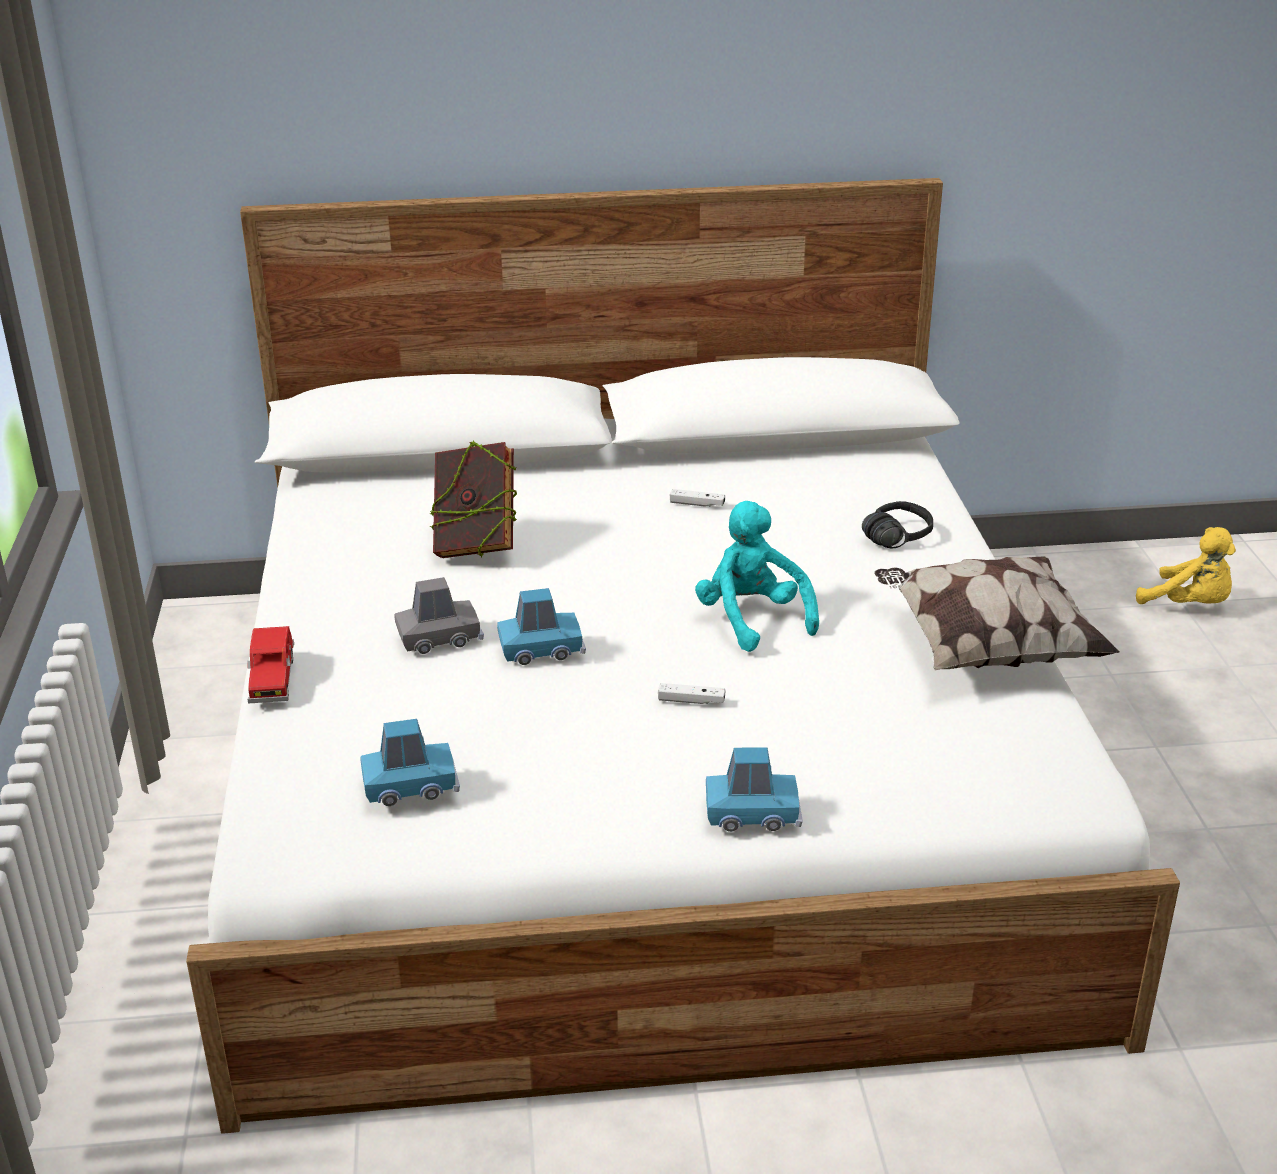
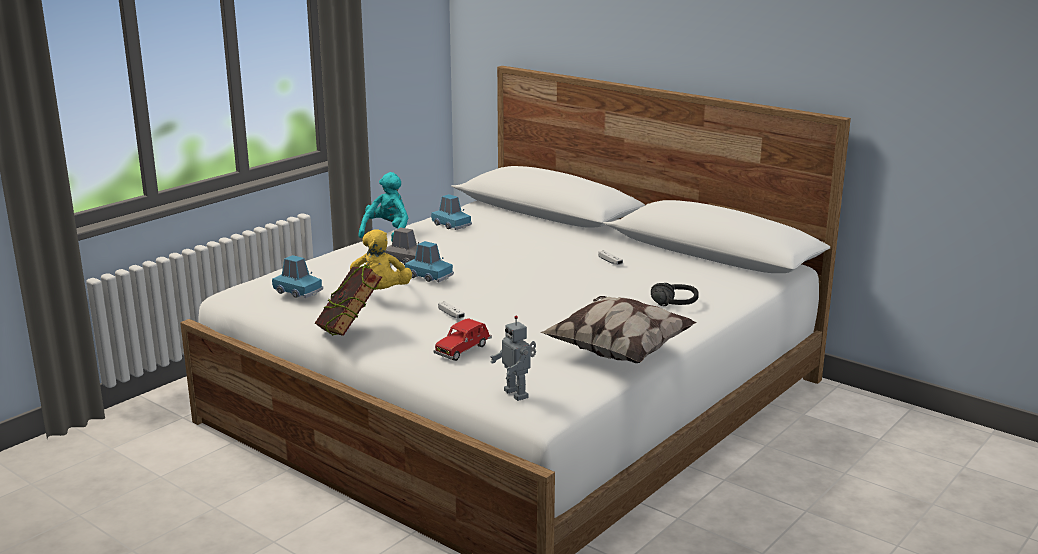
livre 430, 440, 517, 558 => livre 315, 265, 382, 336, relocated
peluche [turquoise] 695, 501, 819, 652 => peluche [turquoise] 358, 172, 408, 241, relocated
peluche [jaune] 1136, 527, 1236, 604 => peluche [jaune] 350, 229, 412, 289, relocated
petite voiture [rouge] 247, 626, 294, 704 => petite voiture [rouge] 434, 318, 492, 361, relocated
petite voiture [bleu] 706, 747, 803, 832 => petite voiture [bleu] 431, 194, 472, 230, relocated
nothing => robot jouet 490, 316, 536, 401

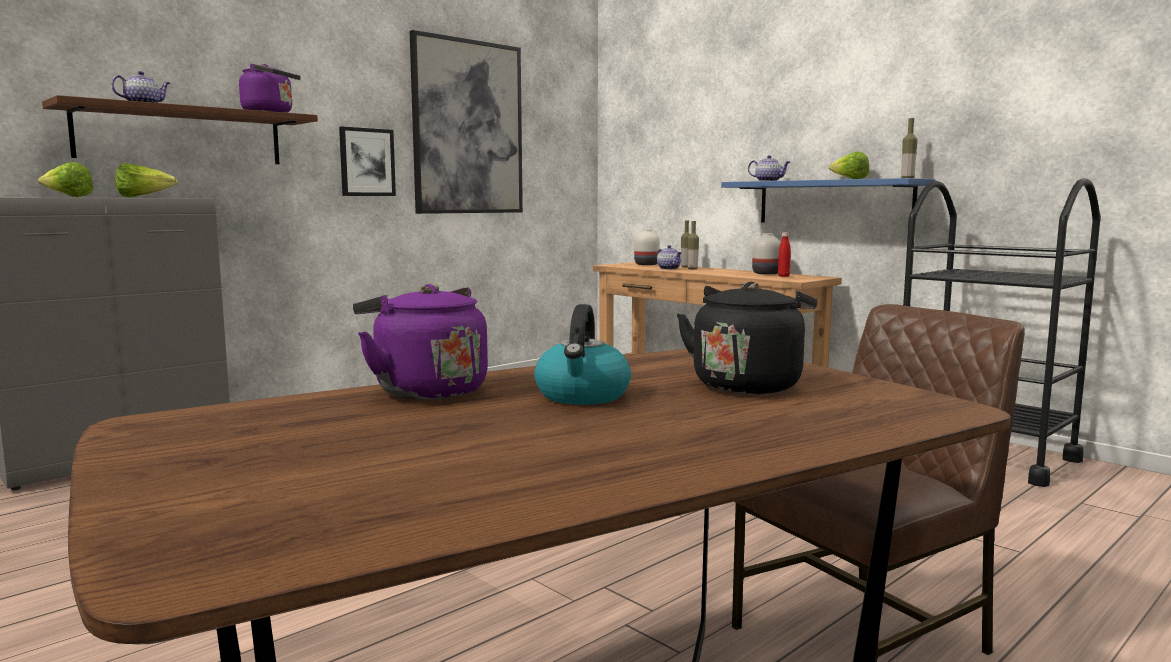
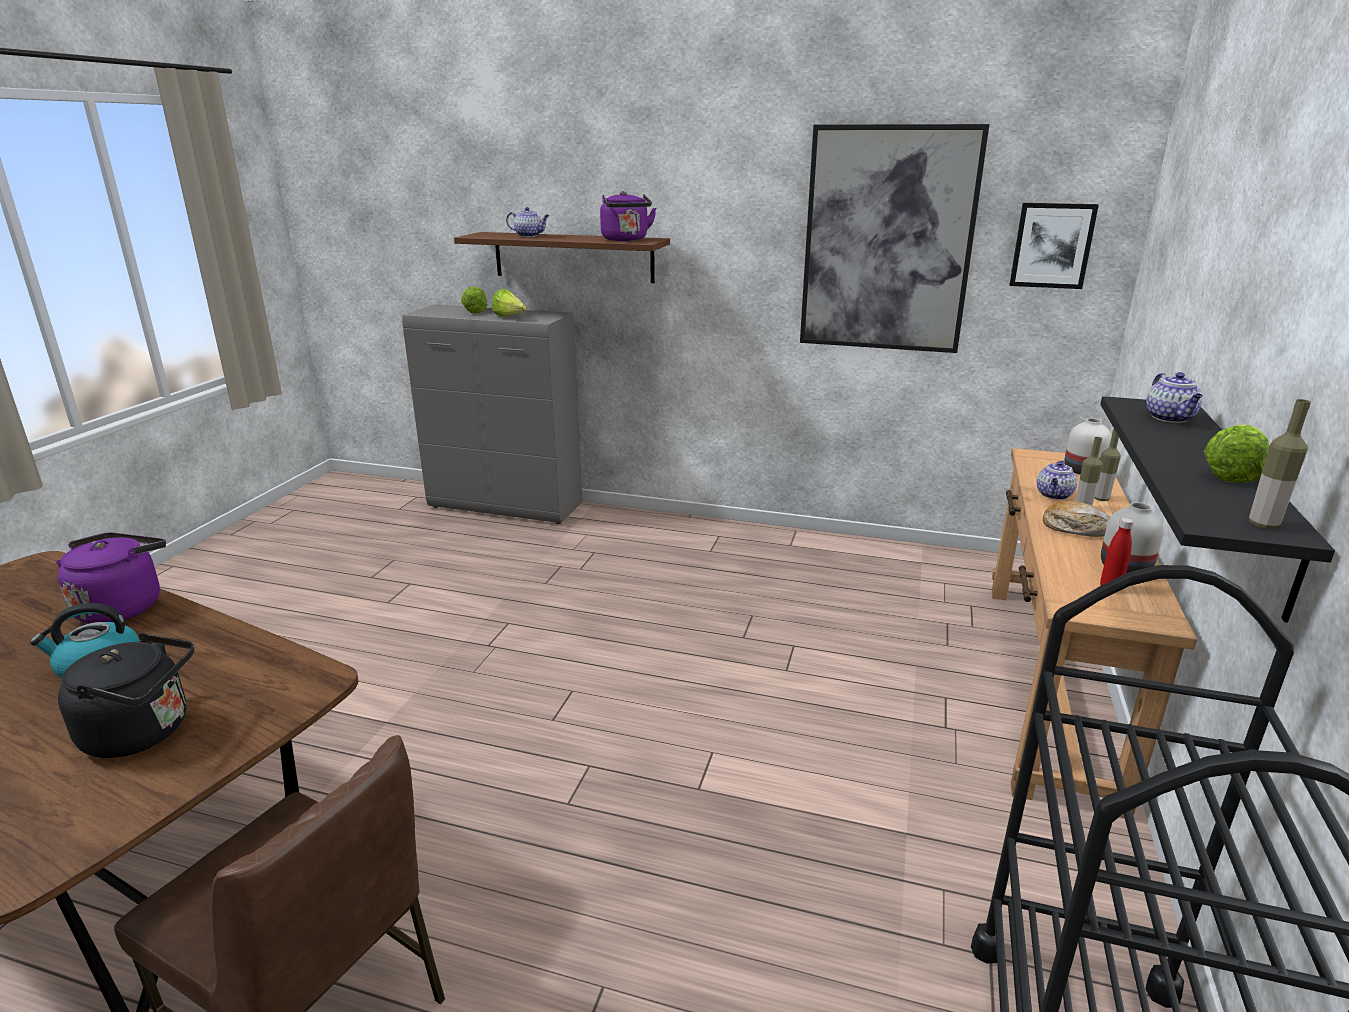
tableau 339, 126, 396, 196 => tableau 1009, 203, 1099, 289, relocated
étagère [bleu] 721, 178, 935, 223 => étagère [noir] 1100, 396, 1335, 623
nothing => pain 1043, 501, 1110, 537

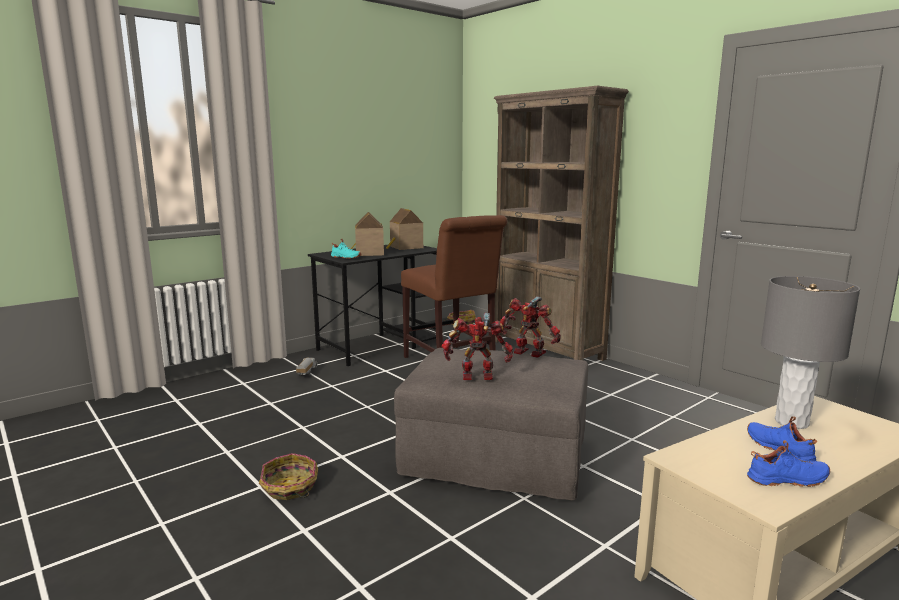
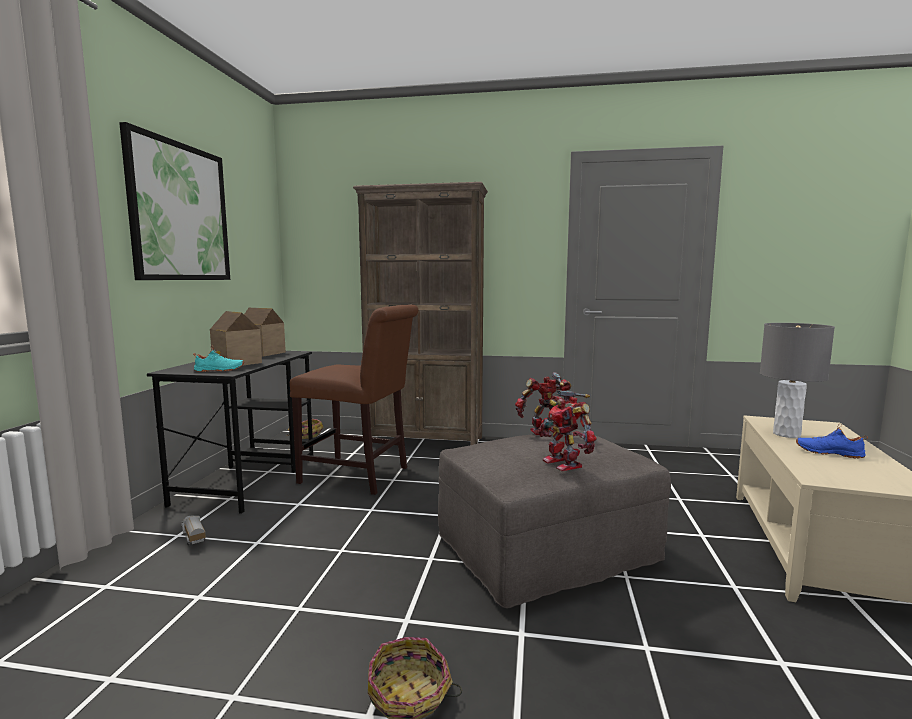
robot jouet 442, 313, 513, 380 => robot jouet 538, 390, 596, 471, 75 degrees counterclockwise
chaussure [bleu] 747, 440, 830, 487 => nothing
nothing => tableau 119, 122, 230, 280

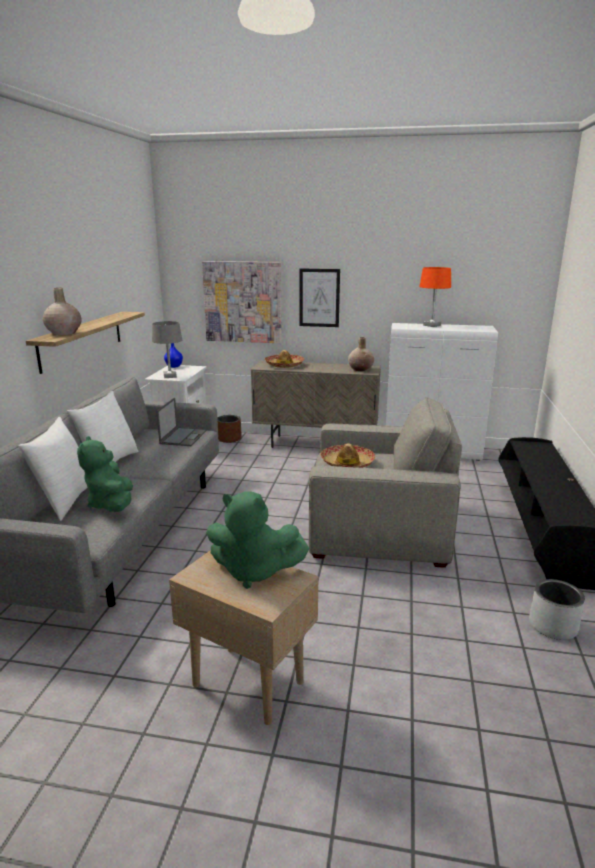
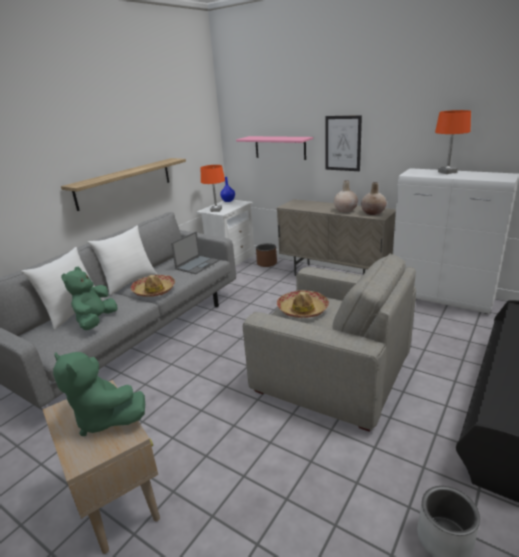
tableau 202, 261, 282, 343 => étagère [rose] 236, 136, 313, 160
vase [beige] 43, 288, 82, 335 => vase [beige] 334, 180, 358, 212, relocated
lampe de table [gris] 152, 321, 182, 378 => lampe de table [orange] 201, 165, 225, 212
chapeau 264, 350, 304, 368 => chapeau 131, 275, 175, 297, relocated

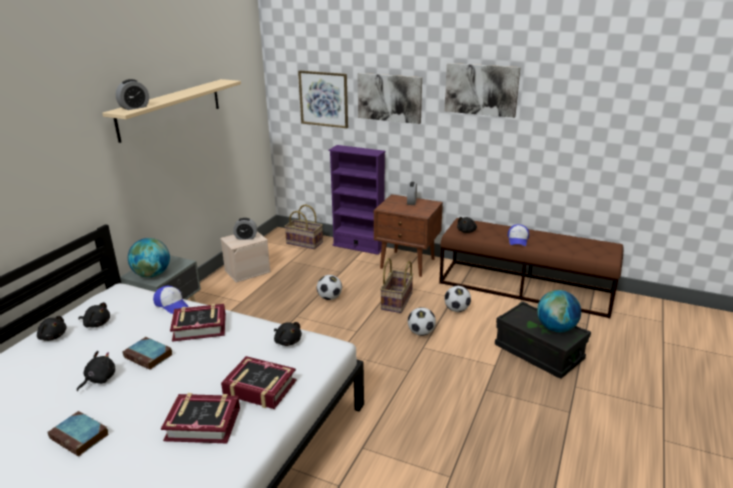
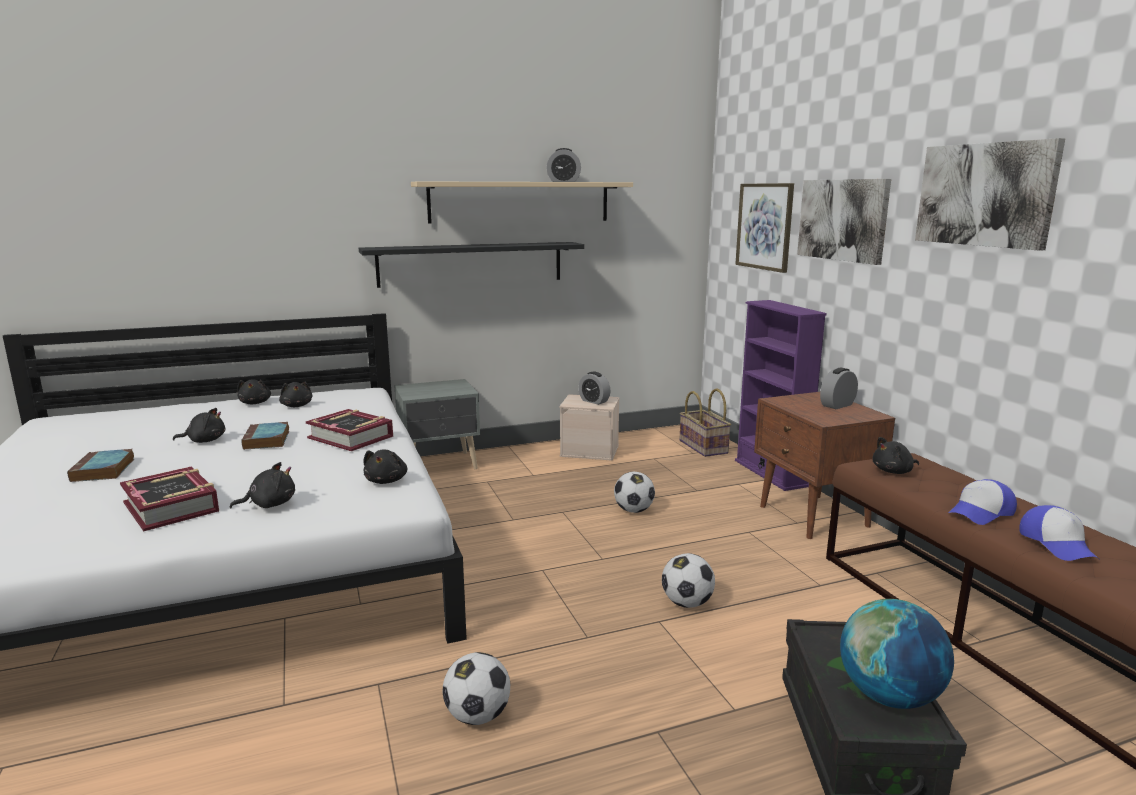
réveil 116, 79, 149, 110 => réveil 546, 148, 581, 182, relocated
globe 128, 238, 170, 278 => nothing
panier 380, 258, 413, 313 => nothing
casquette 153, 286, 189, 314 => casquette 1019, 505, 1099, 561, relocated
ballon de foot 445, 286, 471, 312 => ballon de foot 443, 652, 510, 725, relocated
livre 221, 356, 296, 409 => peluche [noir] 230, 462, 295, 508
nothing => étagère [noir] 359, 242, 584, 288

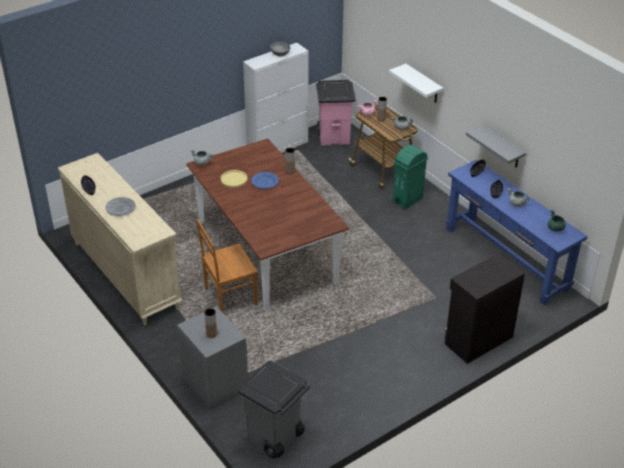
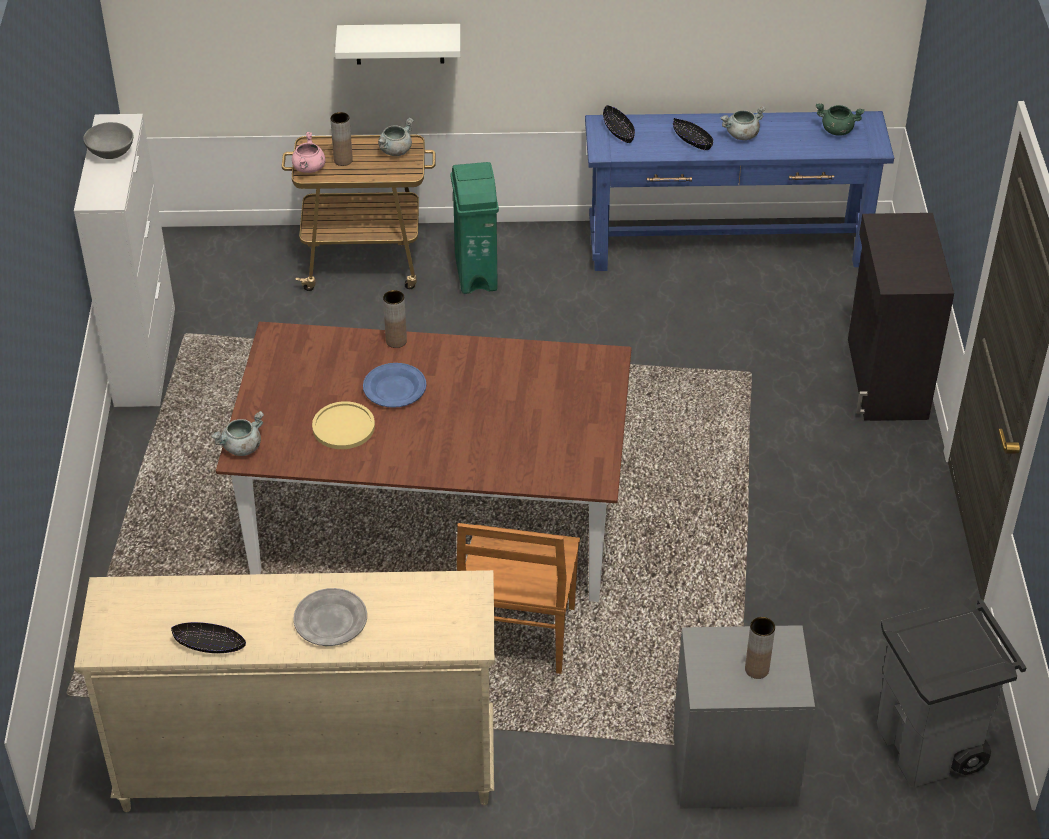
poubelle [rose] 316, 80, 356, 146 => nothing
étagère [gris] 466, 125, 526, 168 => nothing

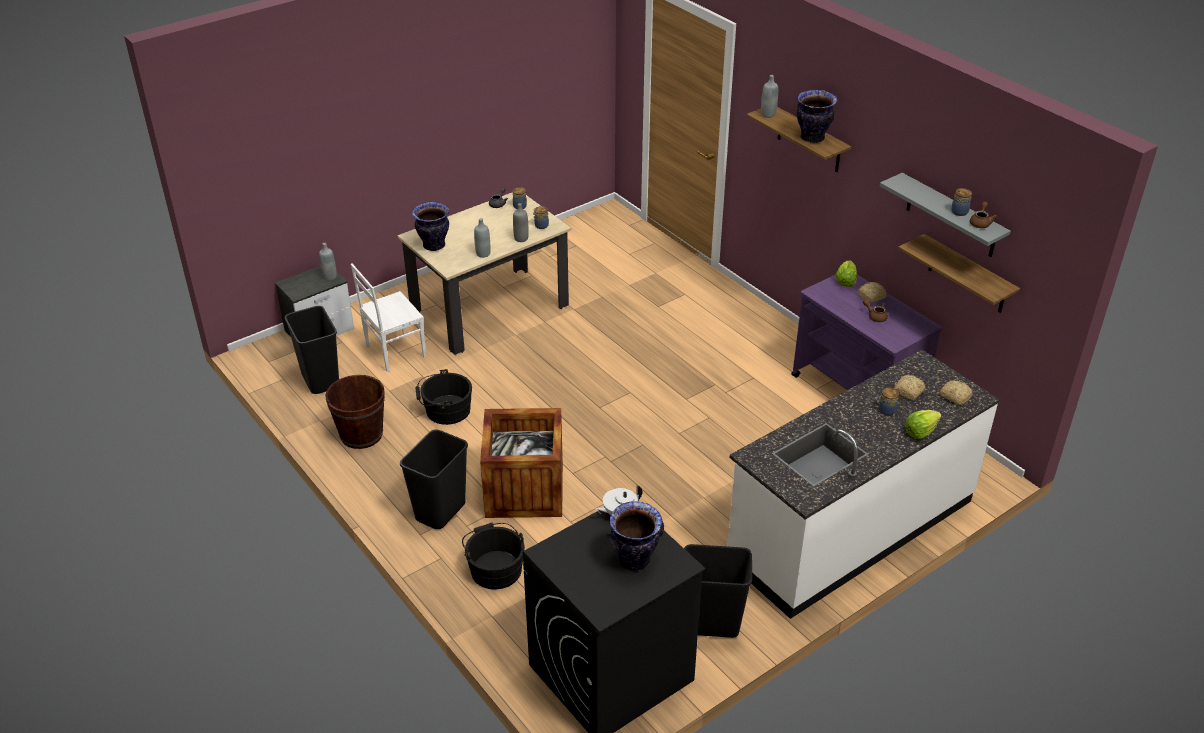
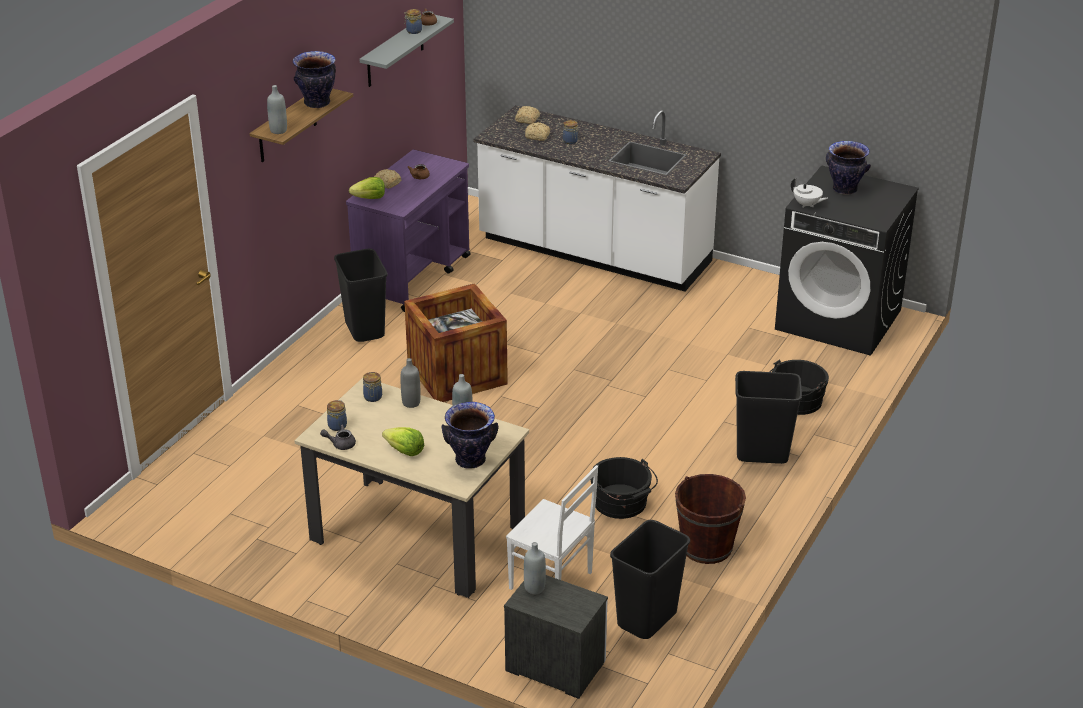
étagère 898, 234, 1020, 313 => nothing
caisse 480, 408, 563, 518 => caisse 404, 283, 508, 402, relocated
laitue 905, 410, 941, 439 => laitue 382, 427, 425, 456, relocated
poubelle [noir] 684, 544, 752, 638 => poubelle [noir] 334, 249, 387, 342, relocated

